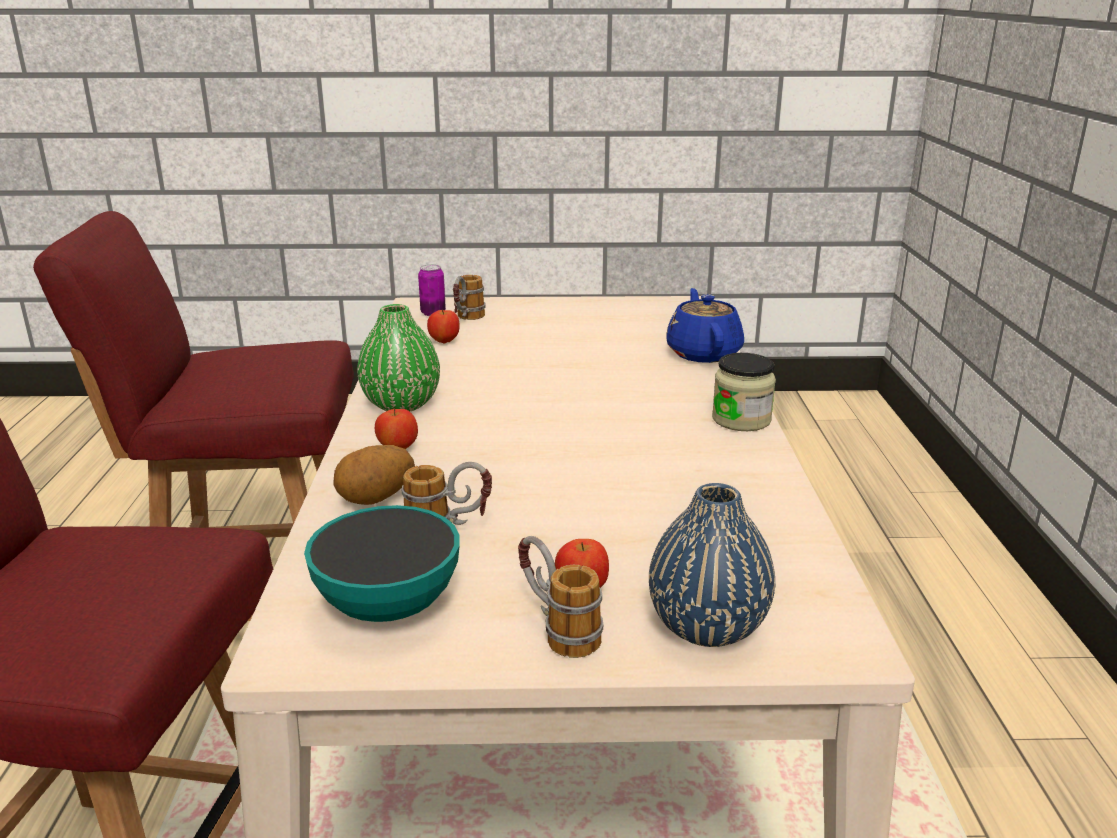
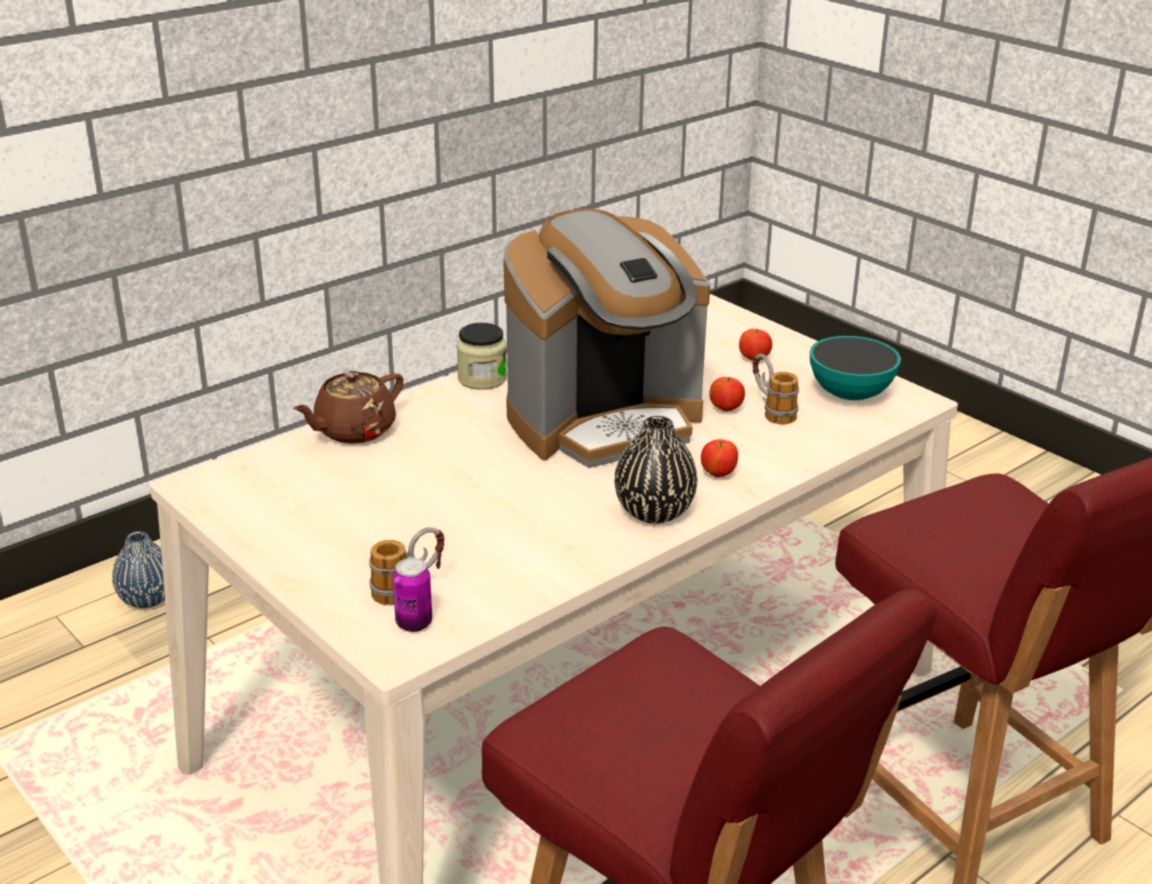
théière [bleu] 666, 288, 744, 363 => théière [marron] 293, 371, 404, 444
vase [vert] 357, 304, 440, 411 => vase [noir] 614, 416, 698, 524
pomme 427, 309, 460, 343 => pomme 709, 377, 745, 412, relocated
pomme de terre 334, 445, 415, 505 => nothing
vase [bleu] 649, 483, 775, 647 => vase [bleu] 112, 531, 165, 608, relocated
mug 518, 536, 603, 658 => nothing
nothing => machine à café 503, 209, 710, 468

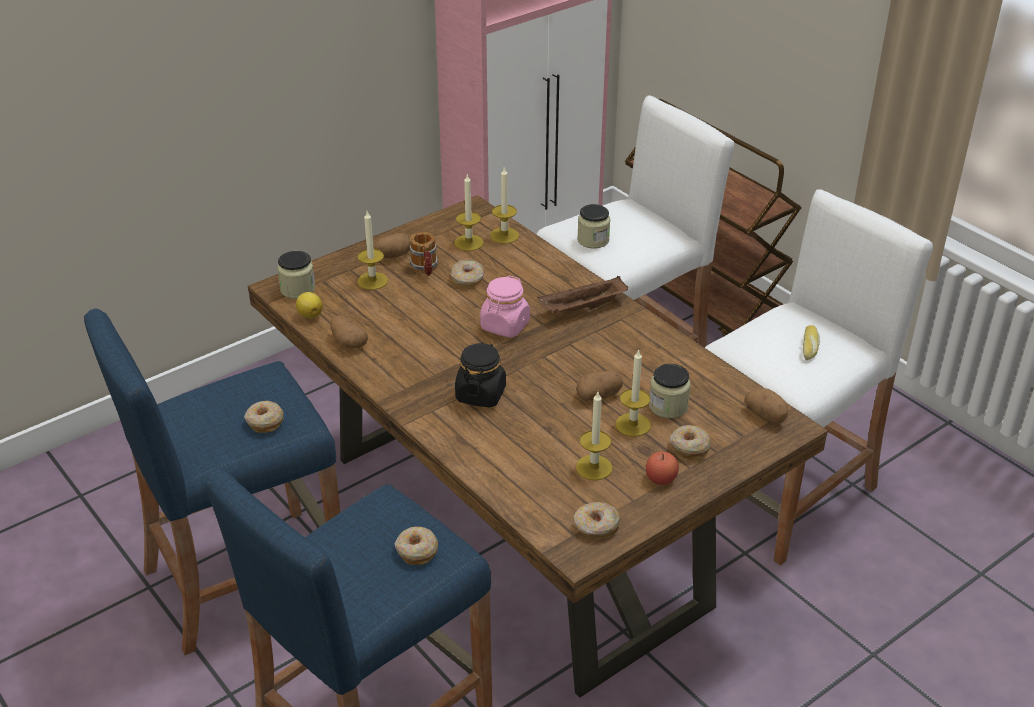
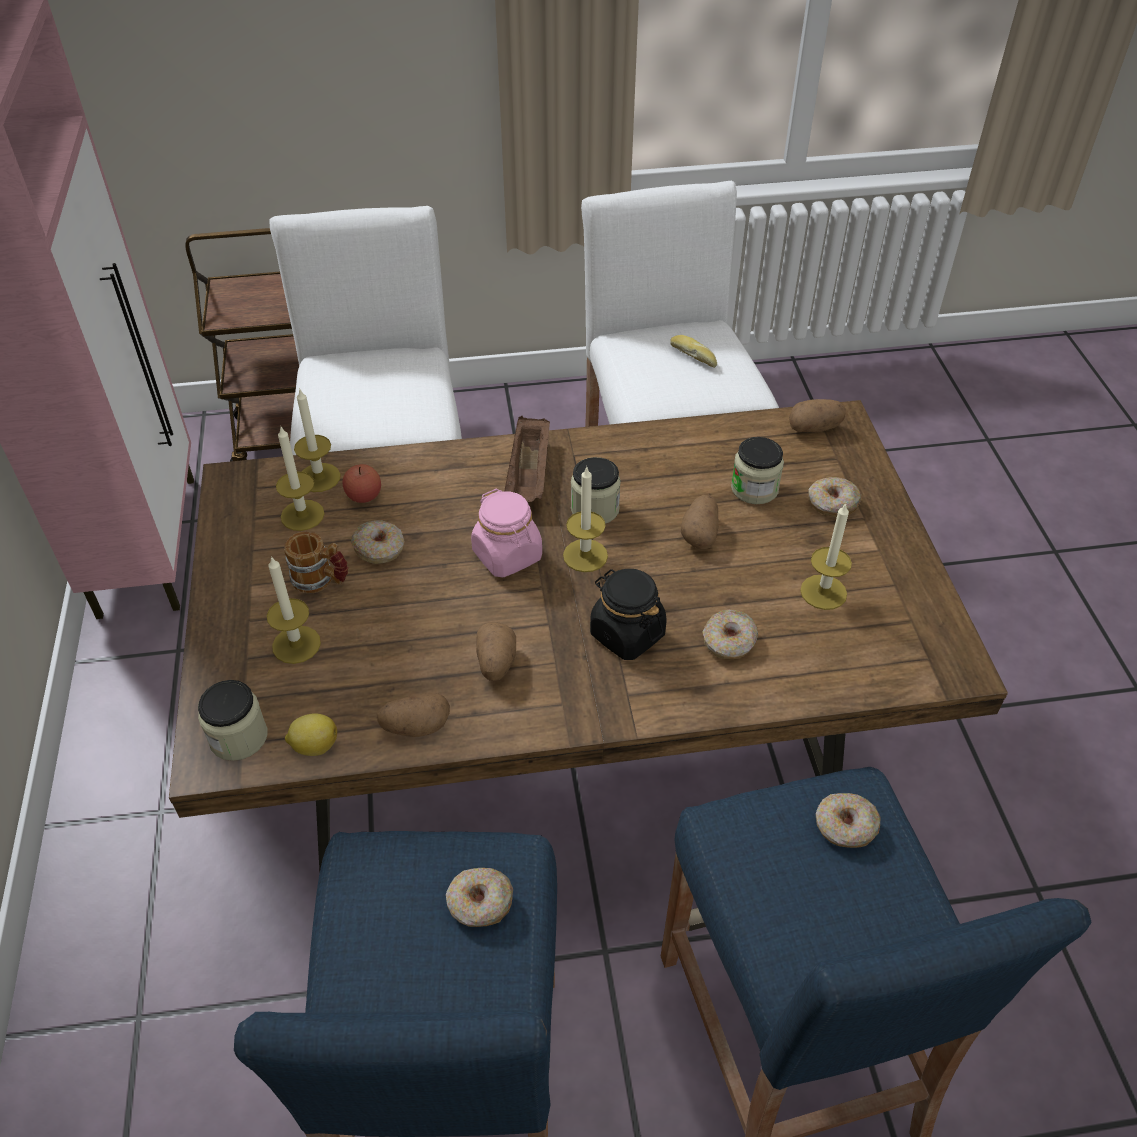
bocal 577, 204, 610, 249 => bocal 571, 457, 621, 524, relocated
pomme de terre 373, 233, 410, 258 => pomme de terre 476, 622, 516, 681, relocated
bougie 615, 349, 651, 437 => bougie 563, 466, 608, 572, relocated
pomme 646, 451, 679, 485 => pomme 342, 464, 381, 503, relocated
beignet 574, 502, 621, 538 => beignet 702, 609, 758, 659, relocated

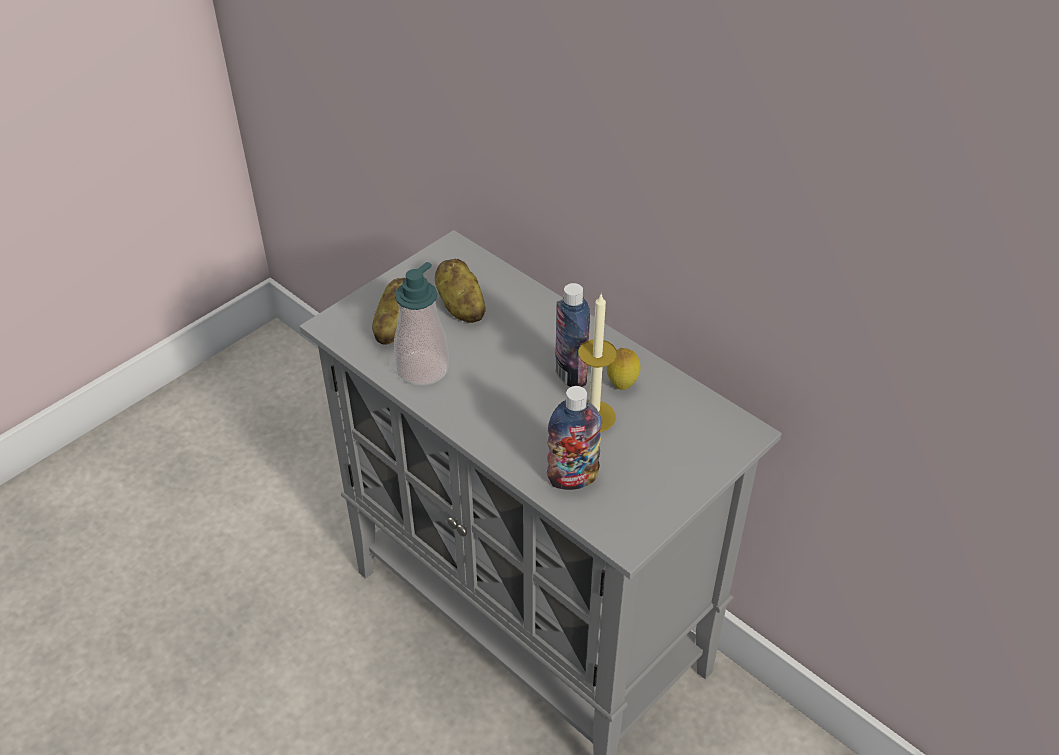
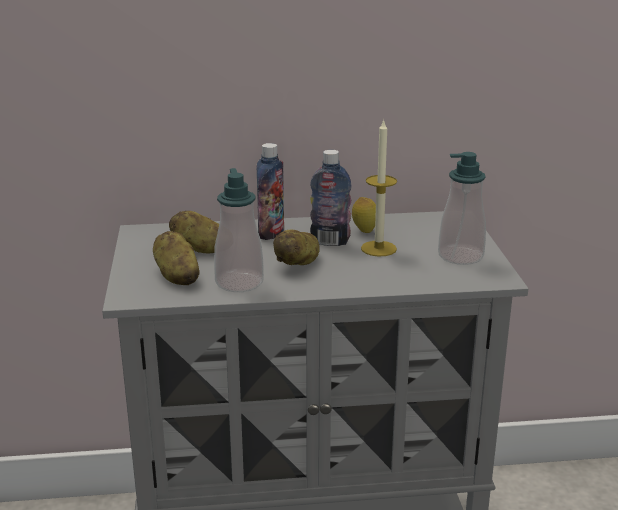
bouteille 547, 386, 602, 490 => bouteille 257, 143, 284, 240, relocated
nothing => distributeur de savon 438, 152, 486, 265
nothing => pomme de terre 273, 230, 320, 265

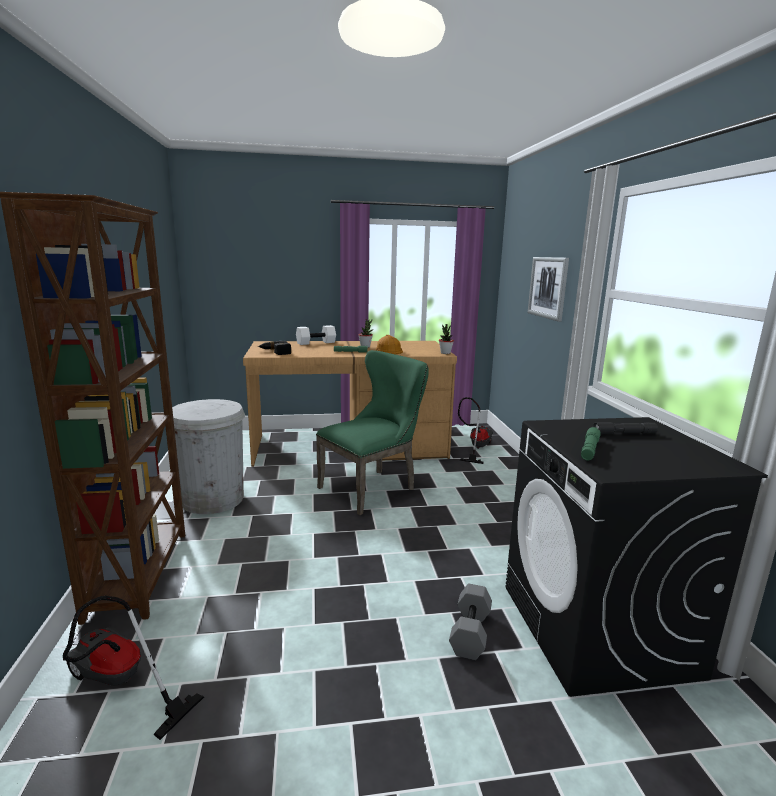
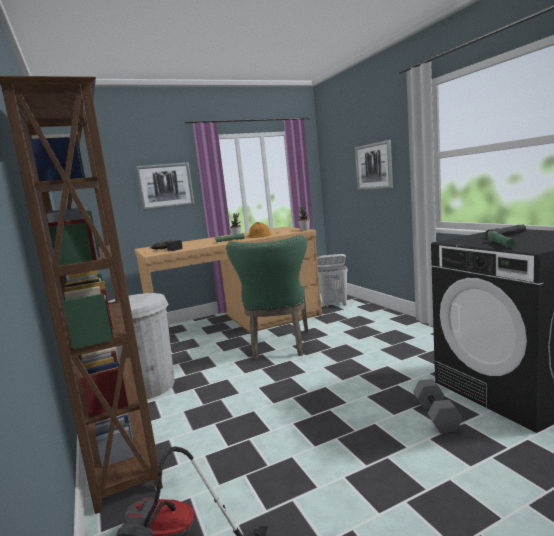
haltère [blanc] 296, 325, 336, 345 => nothing
chaise [vert] 316, 350, 429, 515 => chaise [vert] 226, 235, 308, 359, 150 degrees clockwise
aspirateur 458, 397, 493, 464 => panier à linge [blanc] 317, 254, 348, 307
nothing => tableau 135, 162, 195, 211

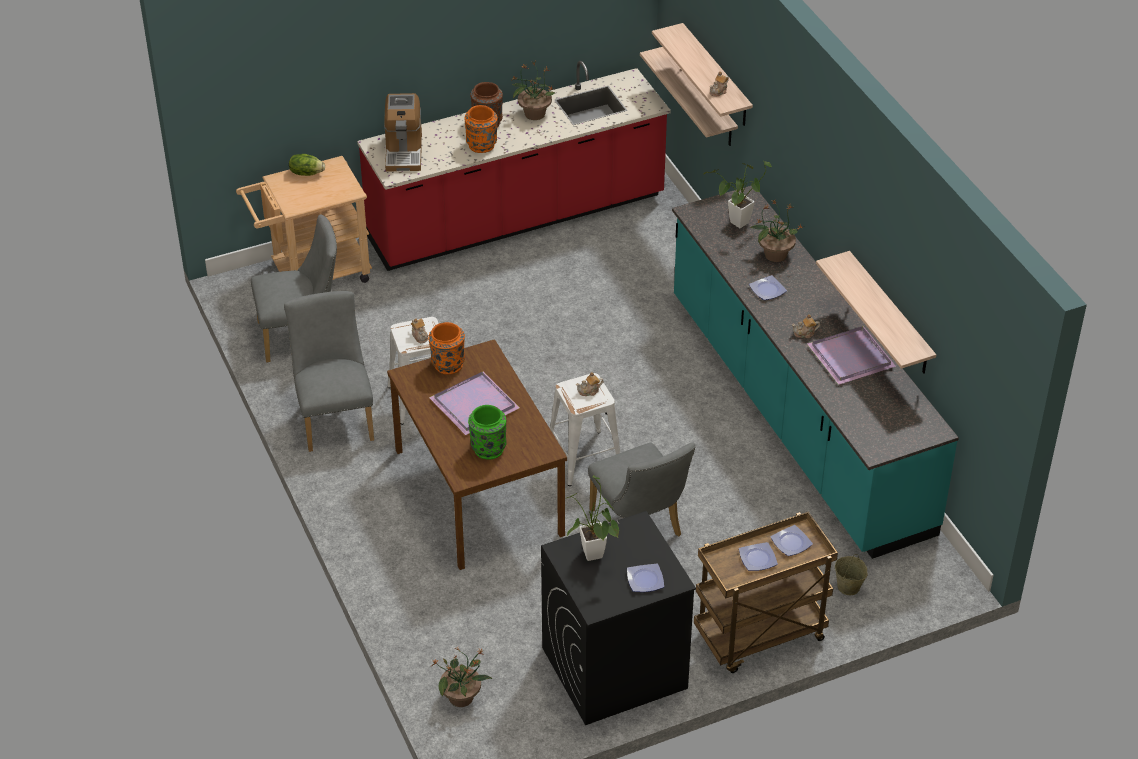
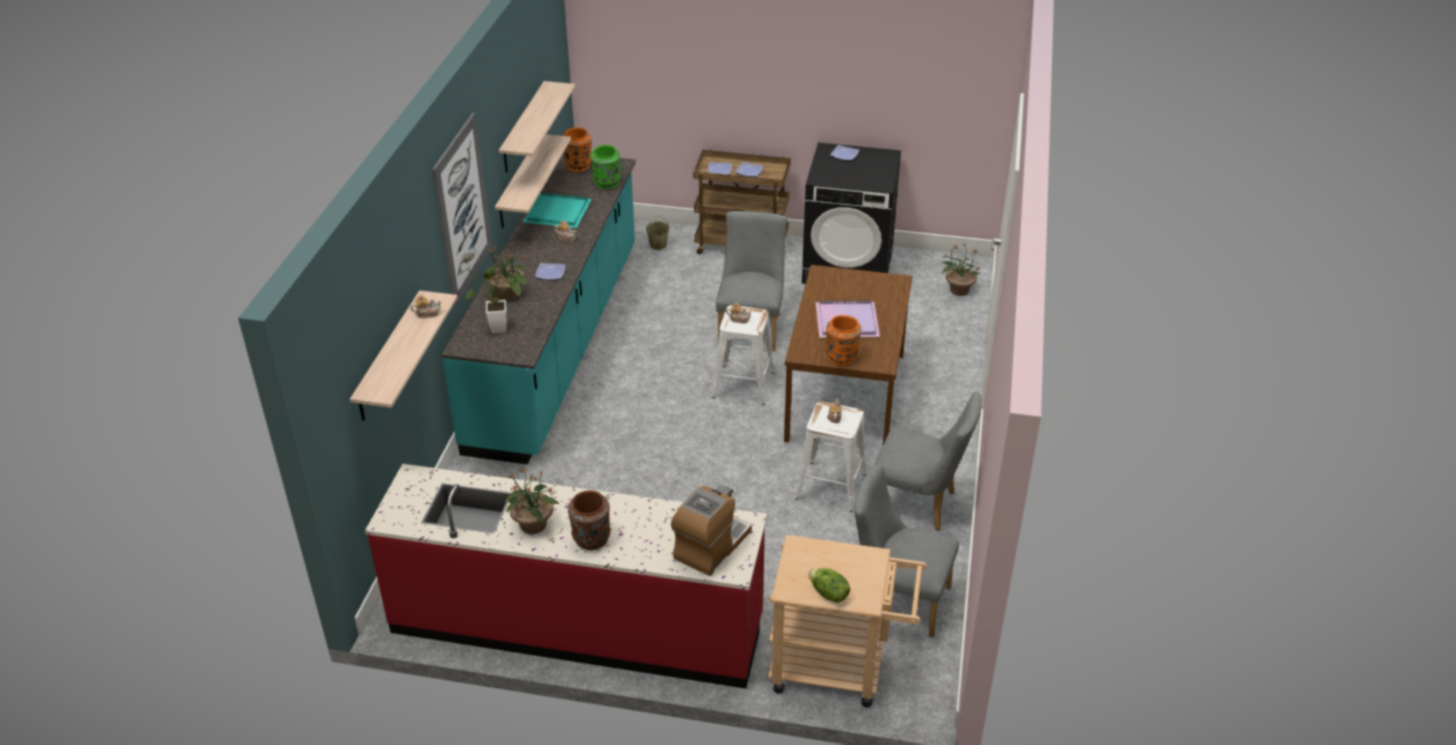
étagère 640, 47, 738, 146 => étagère 499, 81, 575, 173, relocated
vase [orange] 465, 105, 497, 153 => vase [orange] 563, 127, 591, 172, relocated
chaise [gris] 284, 291, 374, 452 => chaise [gris] 874, 391, 982, 531, 90 degrees counterclockwise
plateau [violet] 807, 326, 896, 385 => plateau [turquoise] 523, 192, 592, 228
vase [vert] 468, 405, 507, 460 => vase [vert] 590, 145, 621, 189, relocated
plante en pot 567, 475, 619, 561 => nothing
nothing => tableau 432, 112, 492, 307

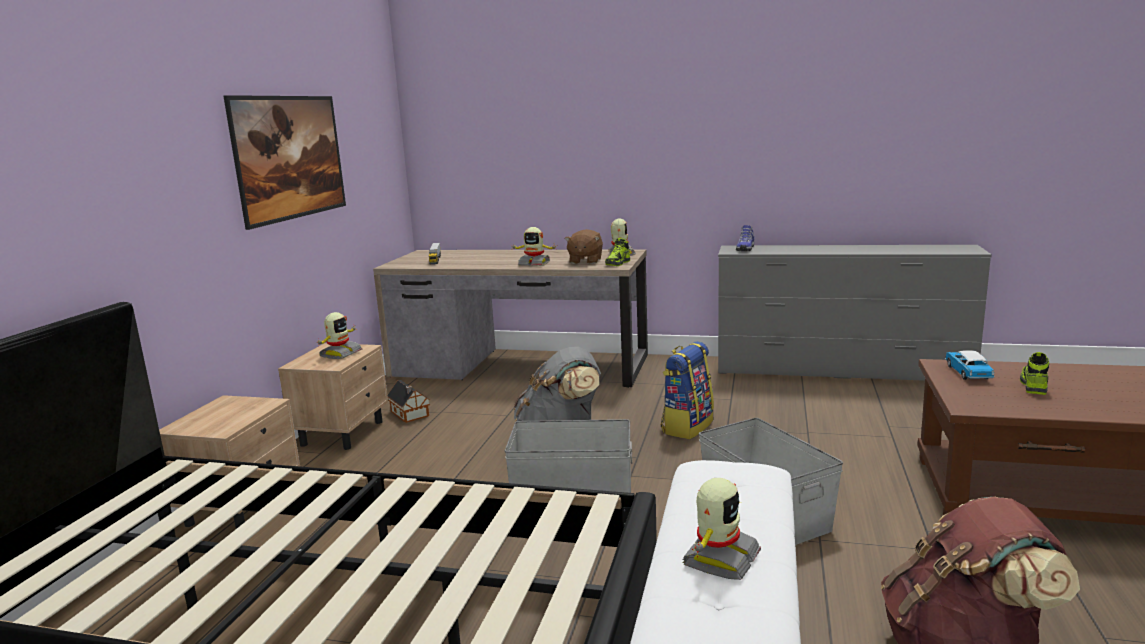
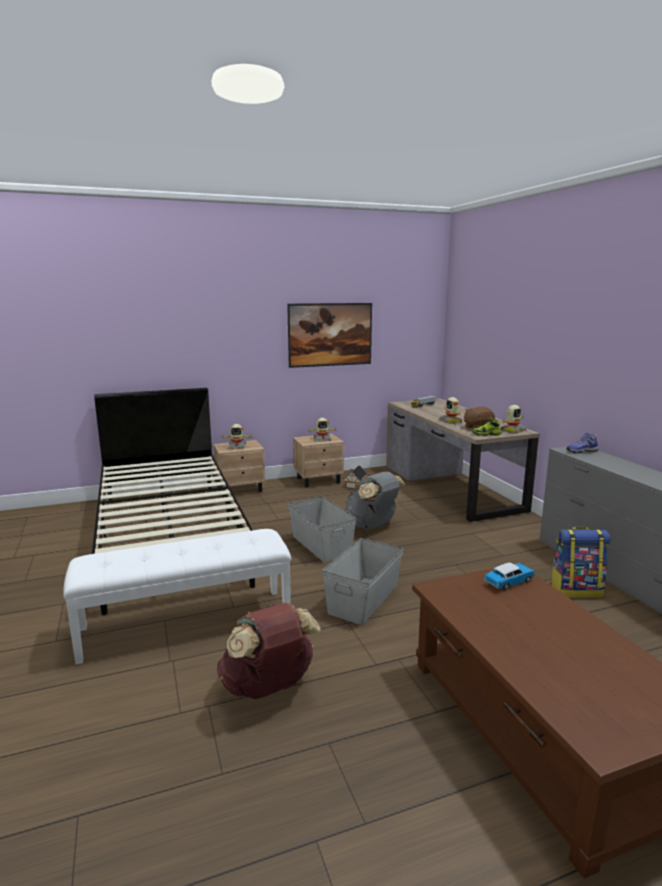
sac à dos 661, 341, 714, 439 => sac à dos 550, 527, 611, 598, relocated
chaussure 1020, 352, 1049, 395 => nothing
robot jouet 683, 478, 761, 580 => robot jouet 221, 424, 251, 449, relocated

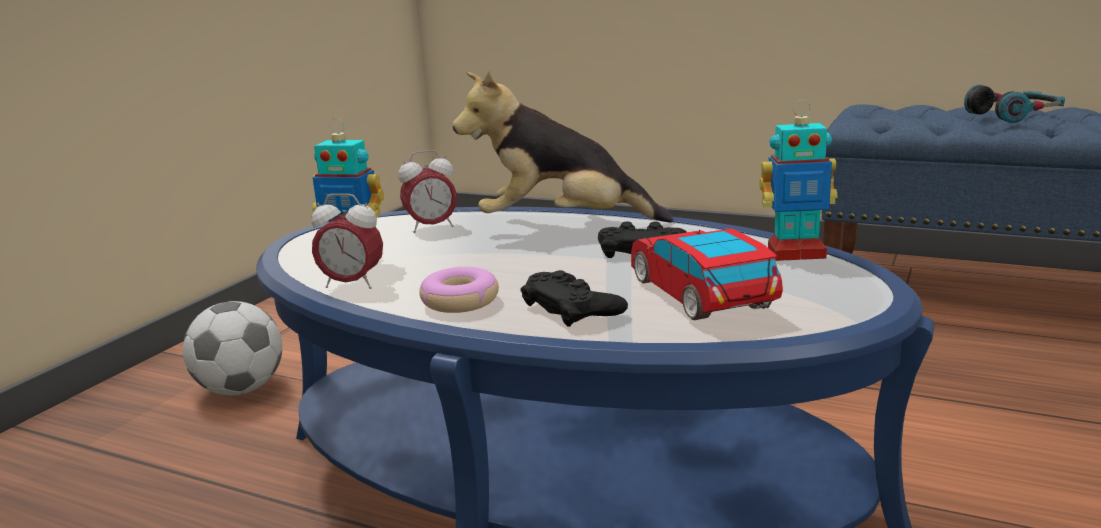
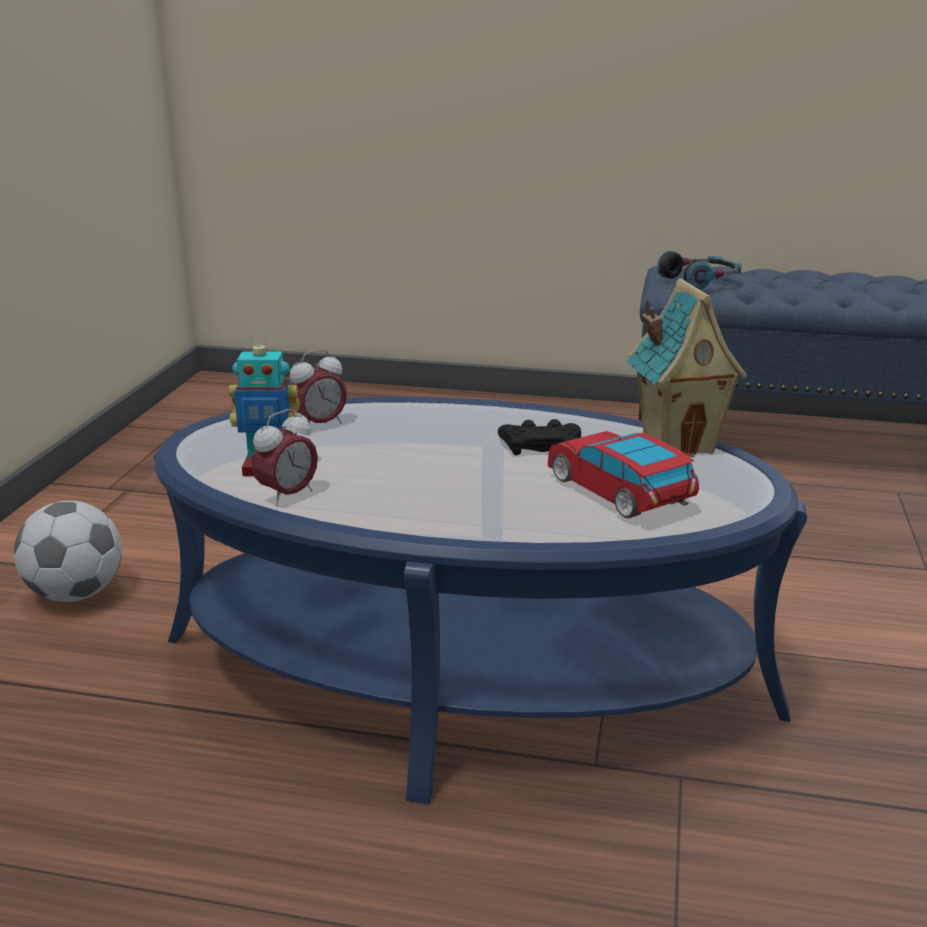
peluche 453, 71, 673, 223 => nothing
casque audio 964, 85, 1065, 123 => casque audio 657, 251, 742, 290, relocated
robot jouet 759, 100, 838, 261 => maison miniature 626, 278, 747, 457
réveil 311, 194, 383, 289 => réveil 252, 409, 318, 507, 45 degrees counterclockwise
beignet 419, 267, 499, 313 => nothing
manette [noir] 521, 270, 628, 327 => nothing

